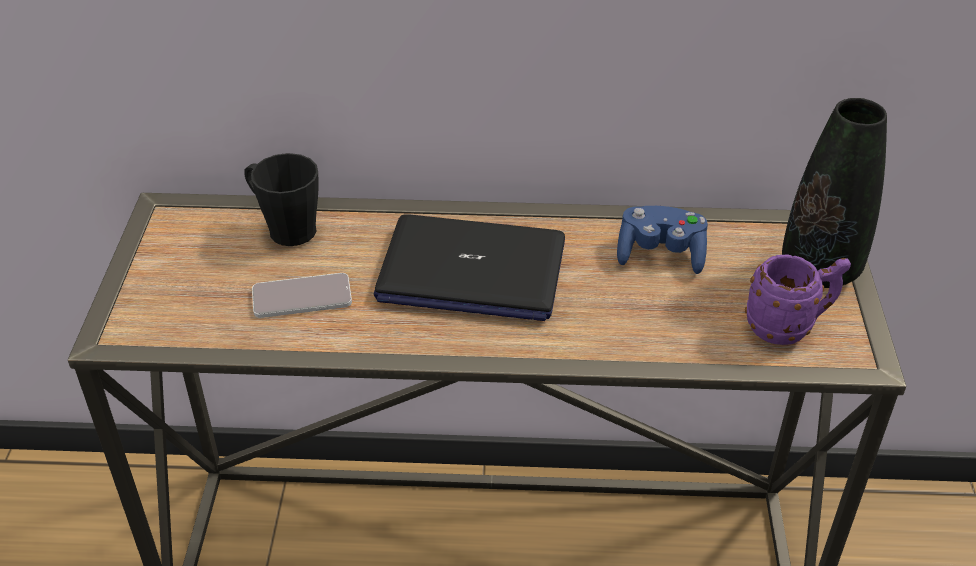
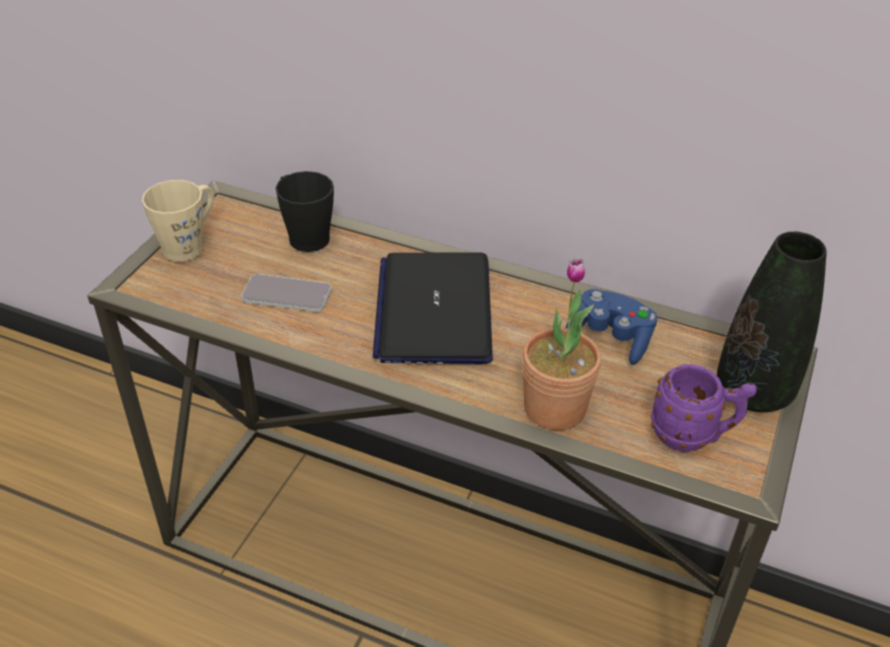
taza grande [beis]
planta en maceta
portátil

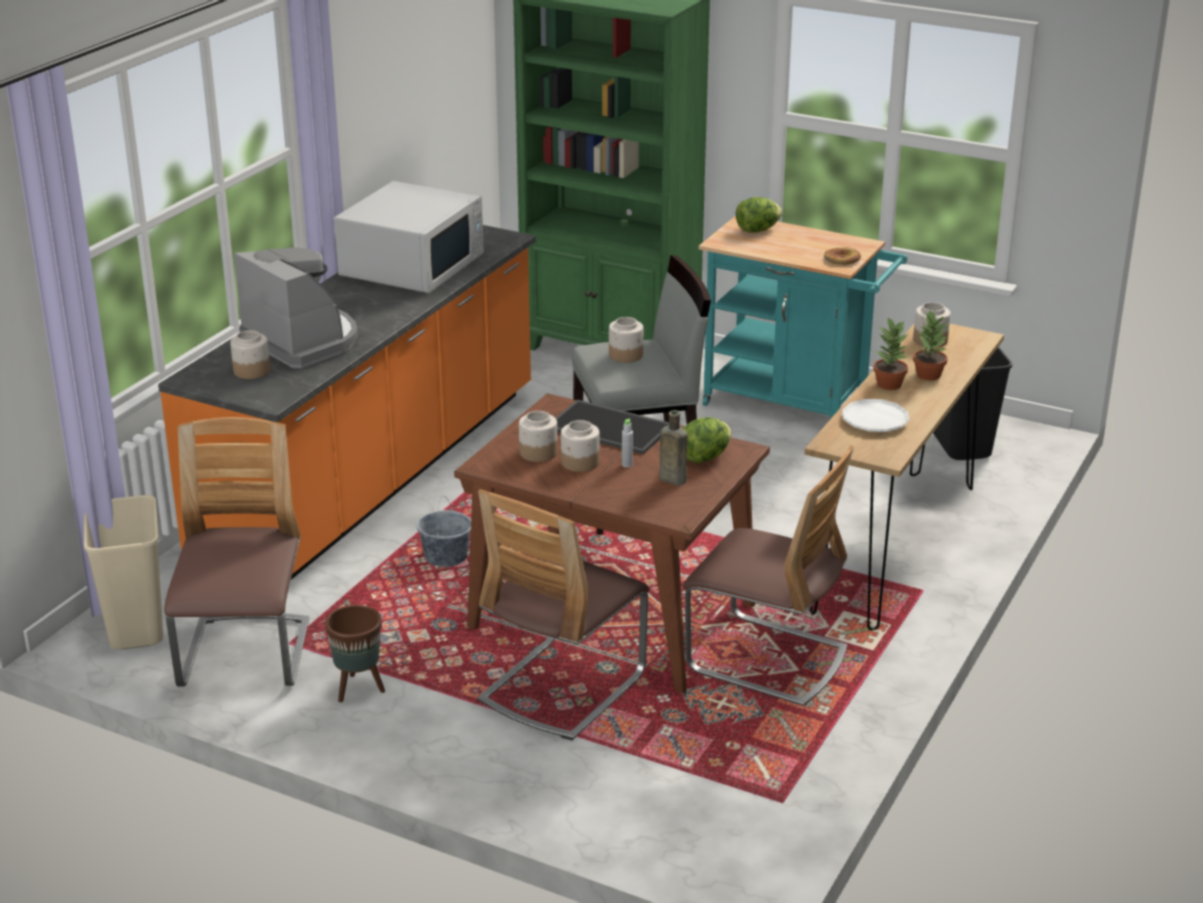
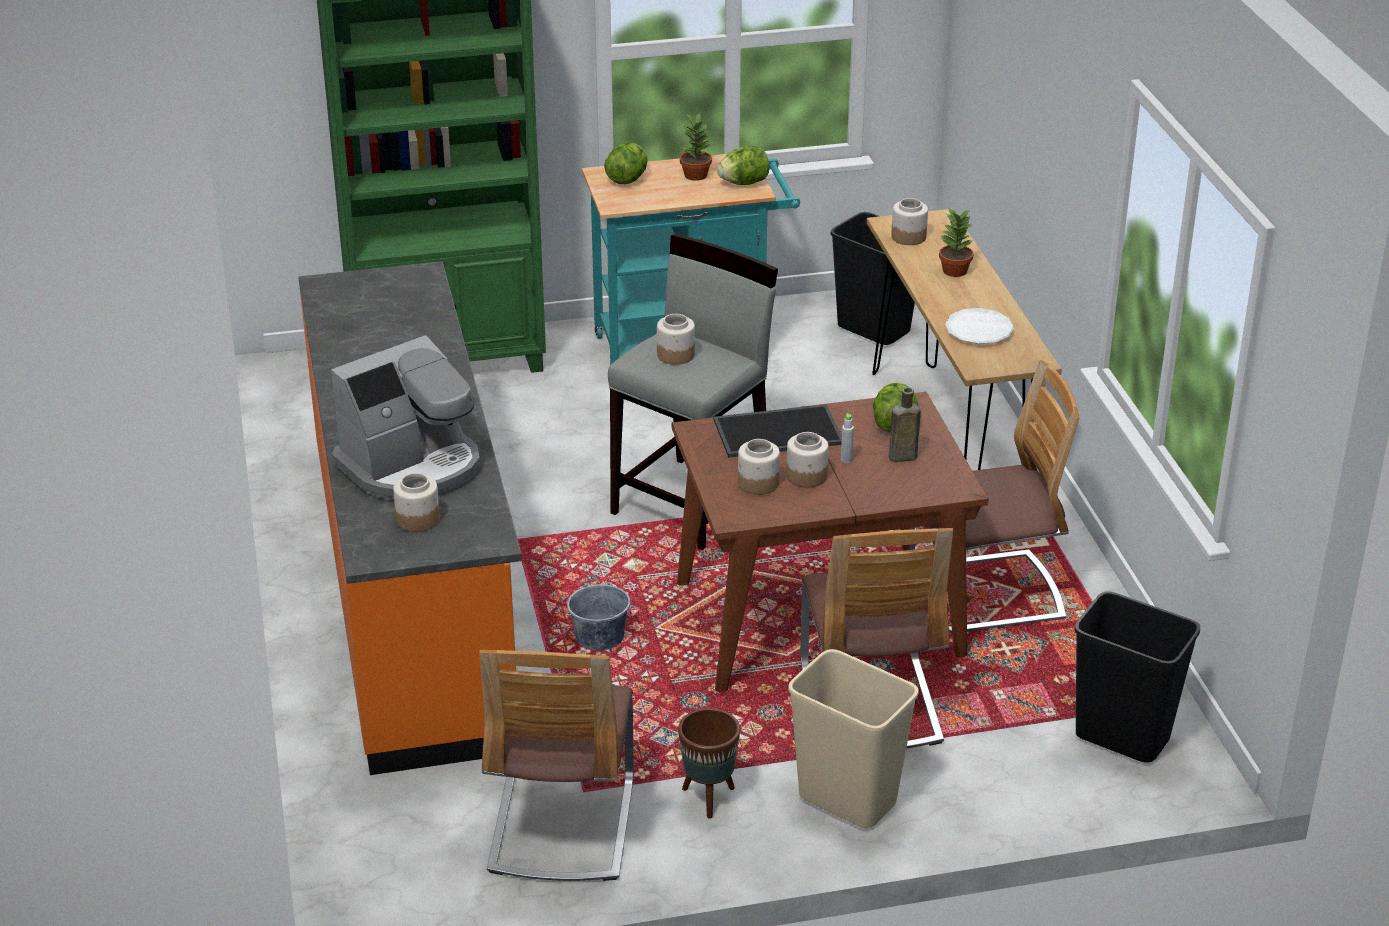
microondas [blanco]
papelera [negro] (no. 2 from left)
papelera [beis]
planta en maceta (no. 1 from left)
lechuga (no. 2 from left)
silla (no. 1 from left)
cafetera

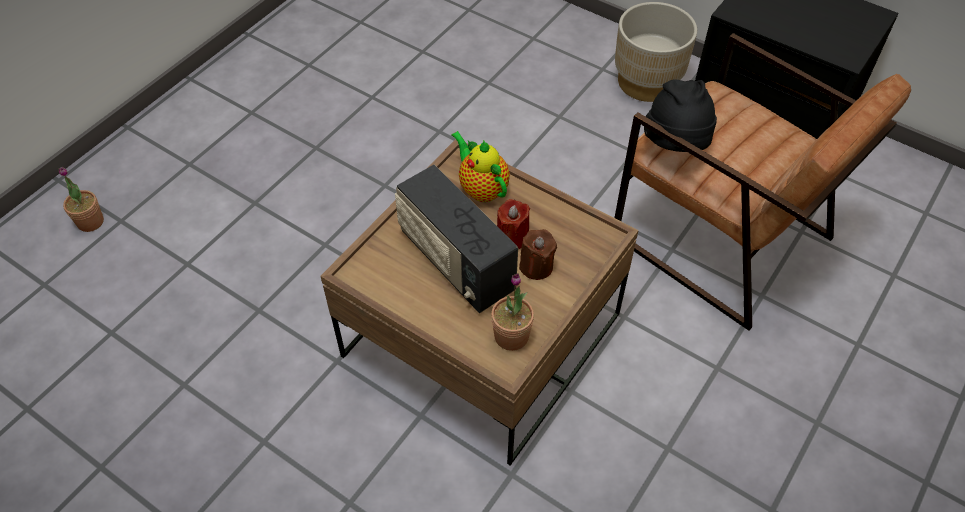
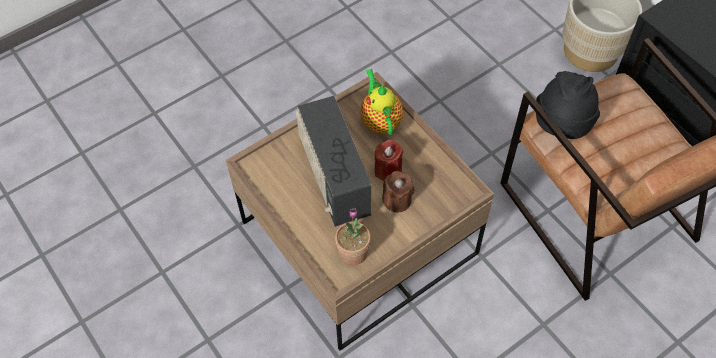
planta en maceta (no. 1 from left in the first image)

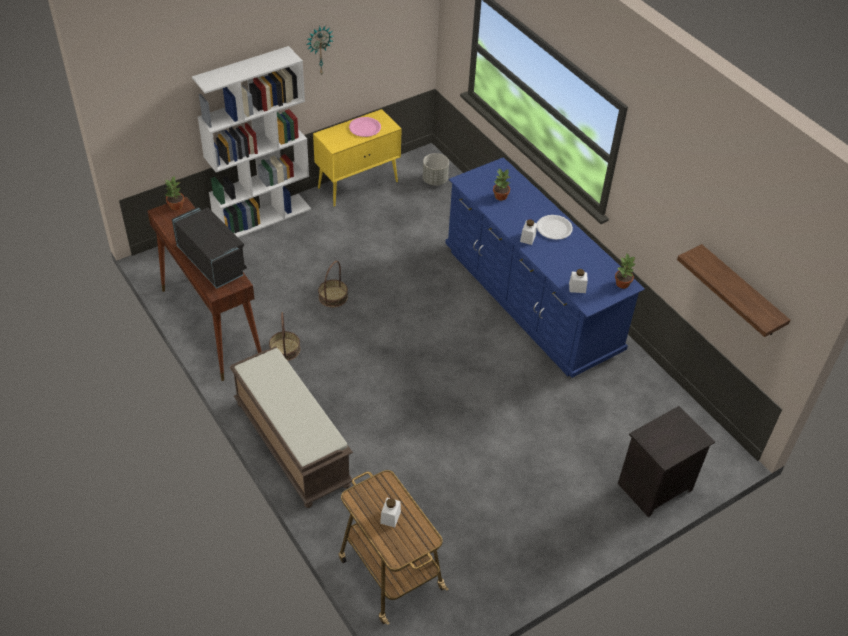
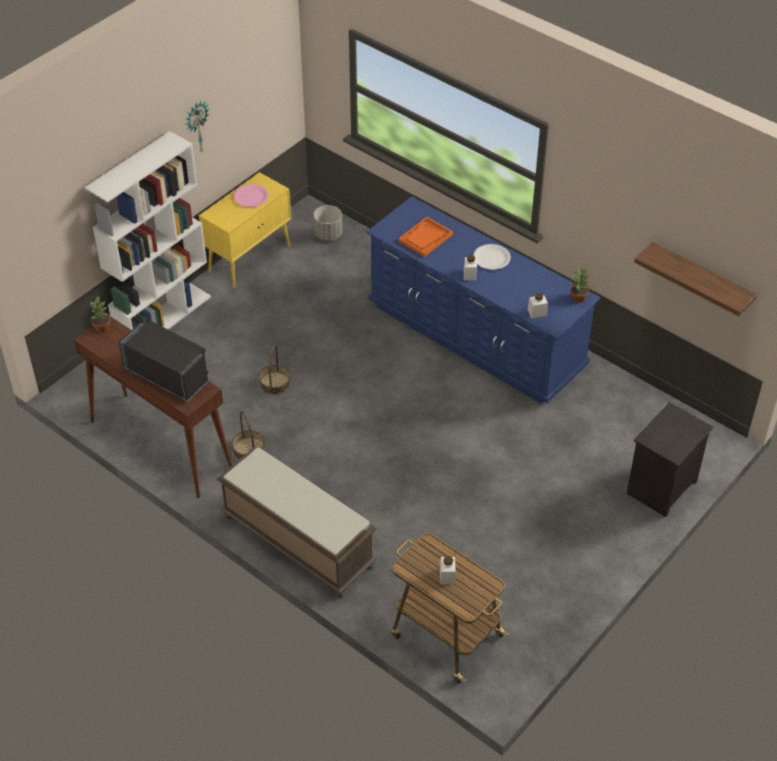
bandeja [naranja]

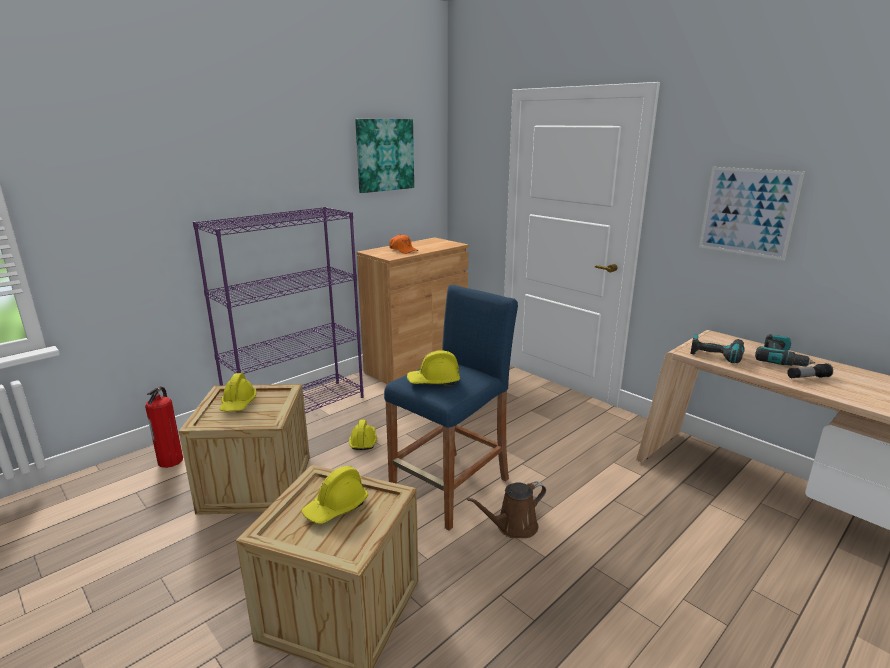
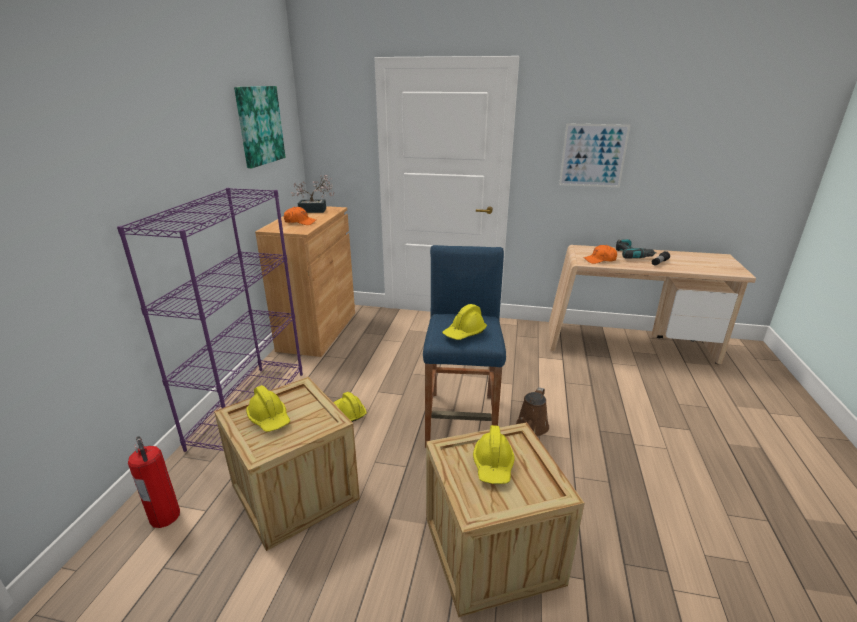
planta en maceta
gorra [naranja] (no. 2 from left)

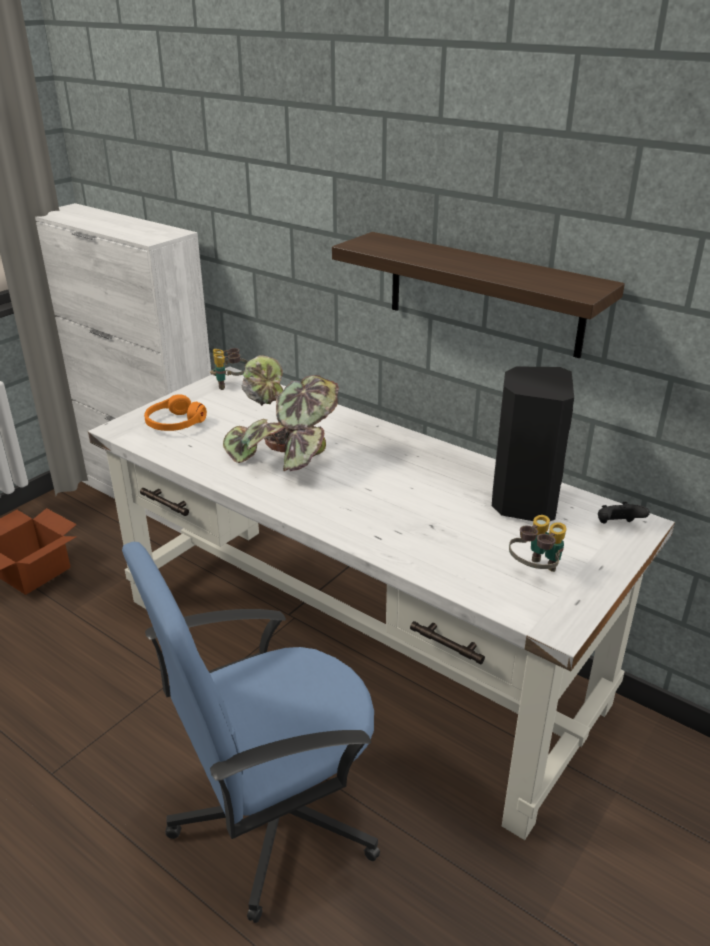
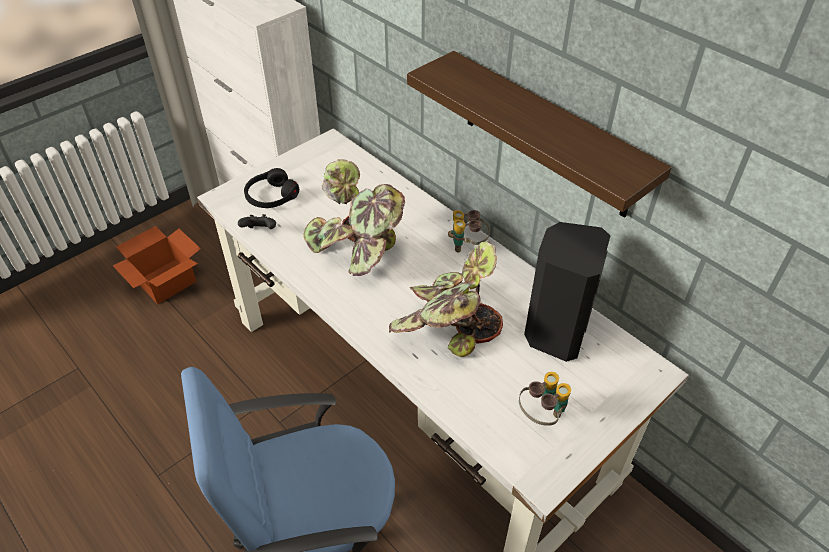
planta en maceta (no. 2 from left)
prismáticos (no. 1 from left)
mando de consola [negro]
auriculares [negro]

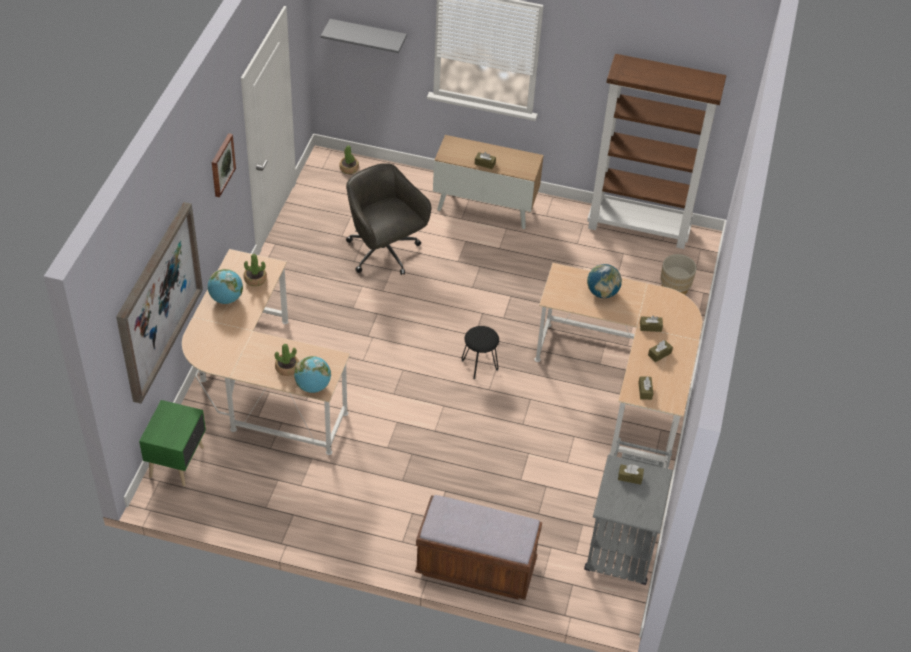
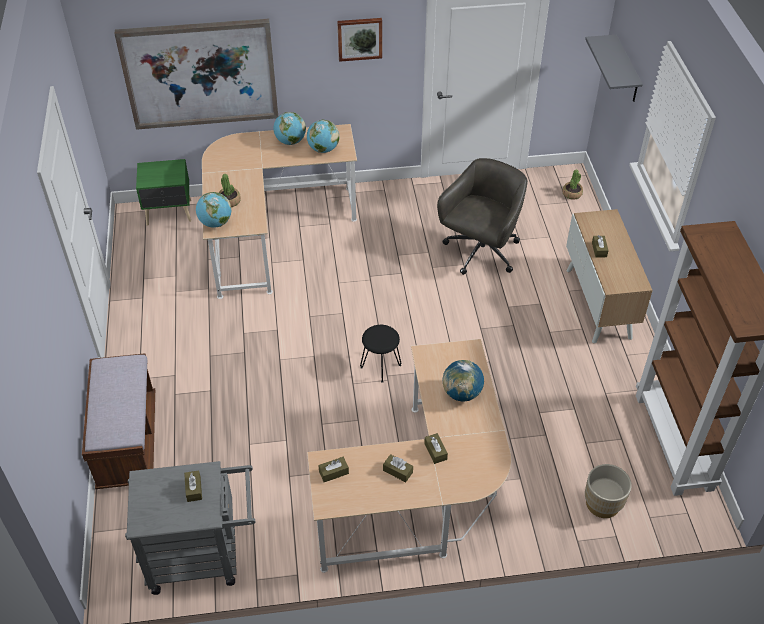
globo terráqueo (no. 3 from left)

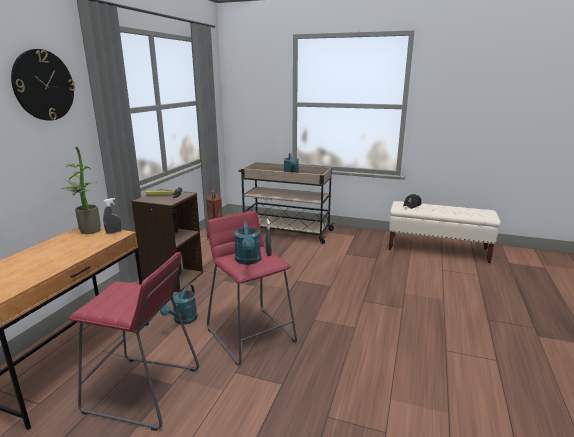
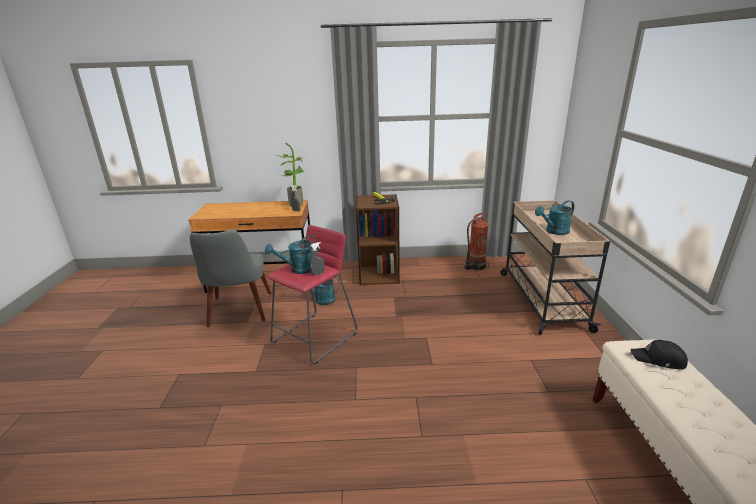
reloj de pared
silla [gris]

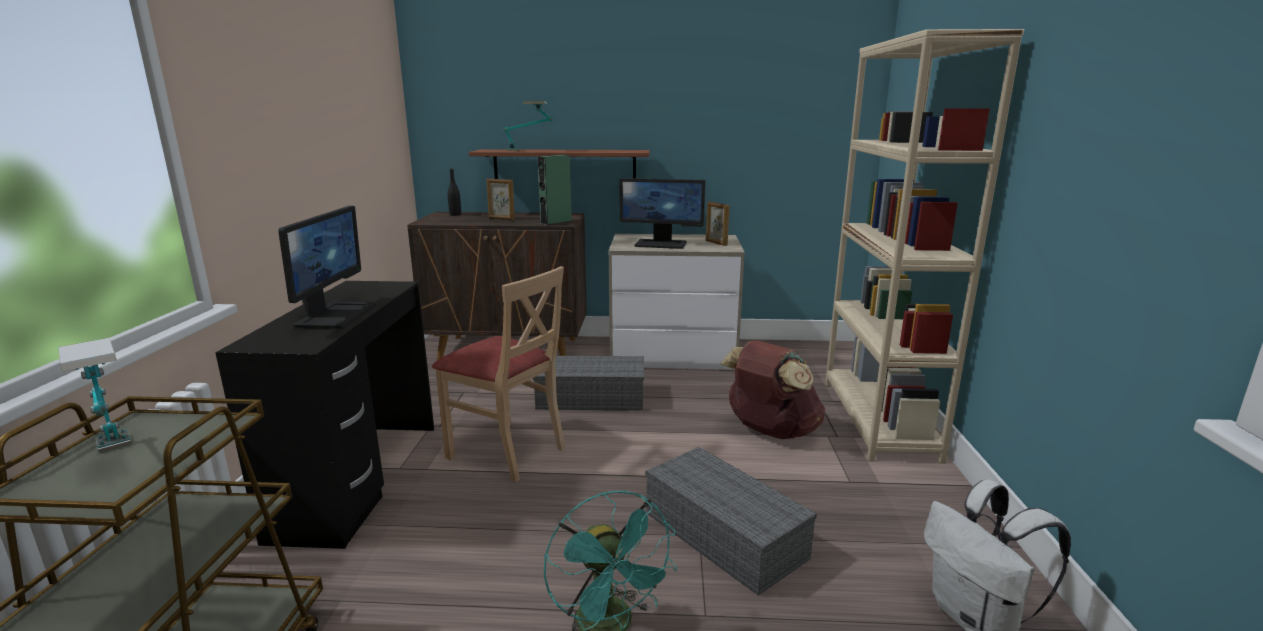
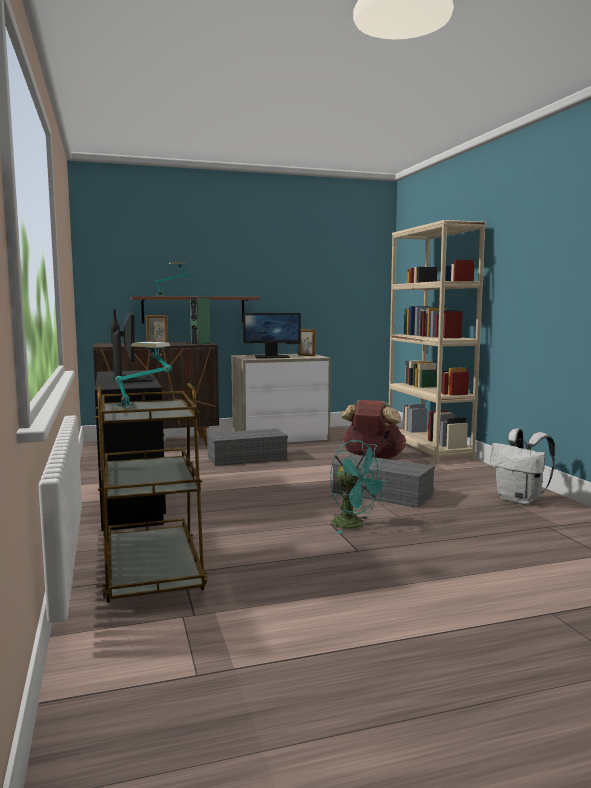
silla [beis]

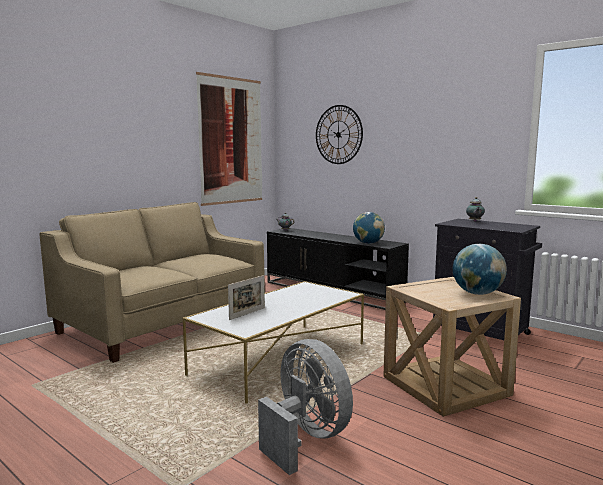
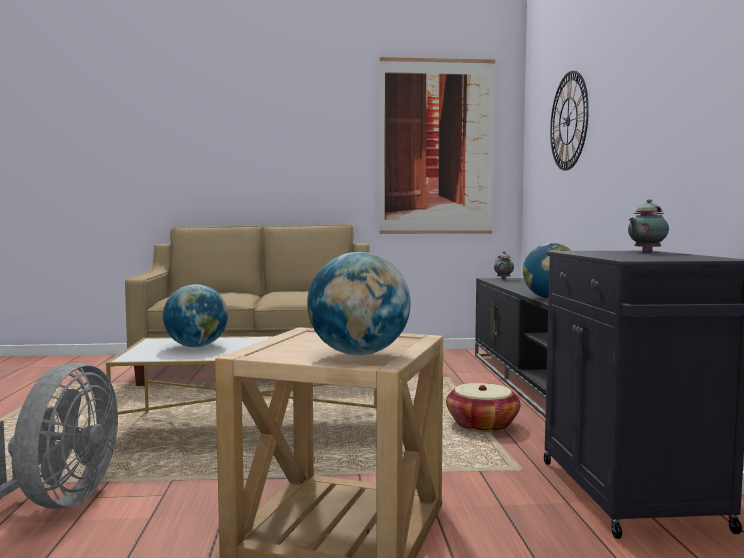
cesta
globo terráqueo (no. 1 from left)

